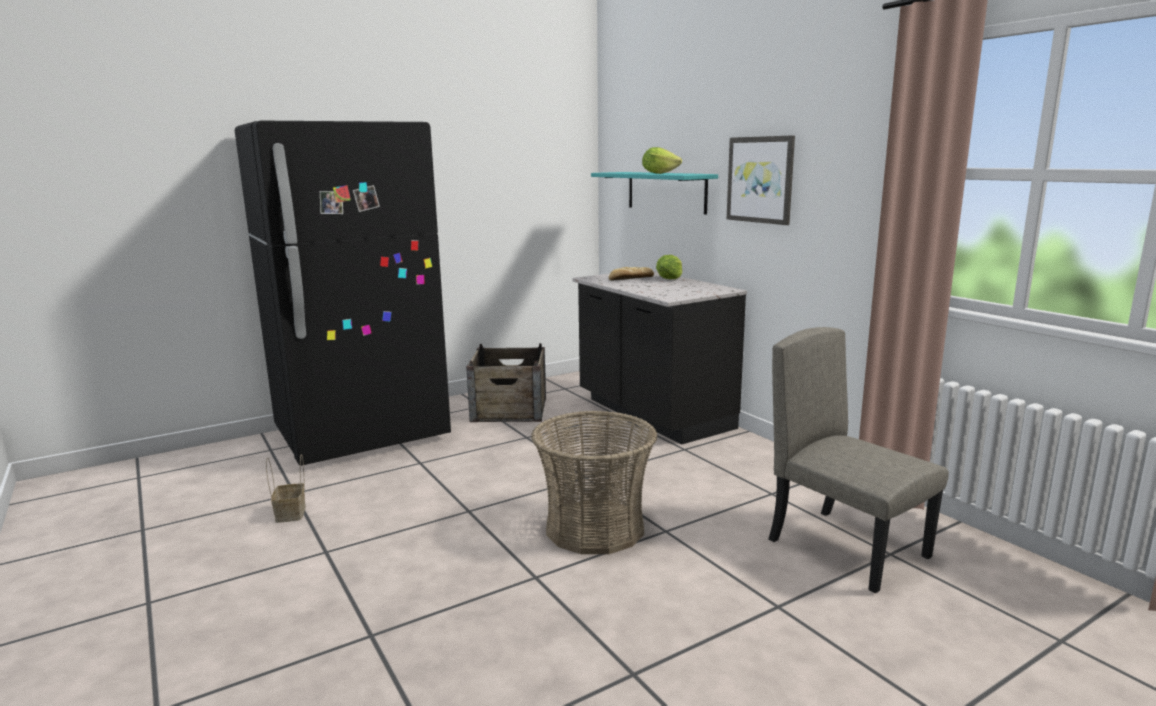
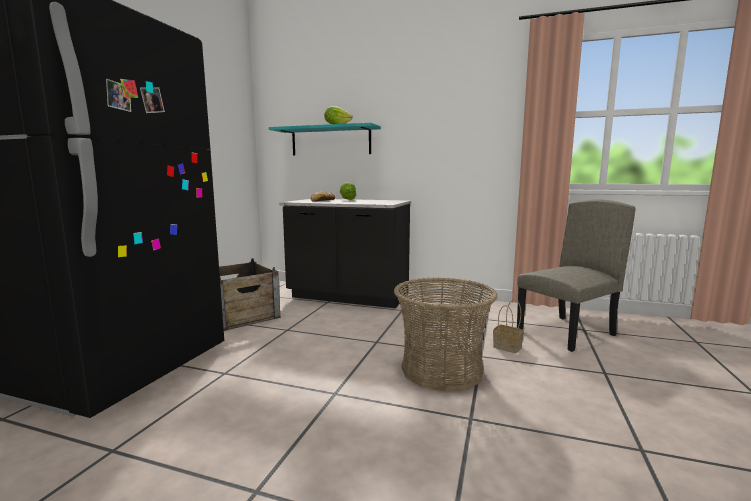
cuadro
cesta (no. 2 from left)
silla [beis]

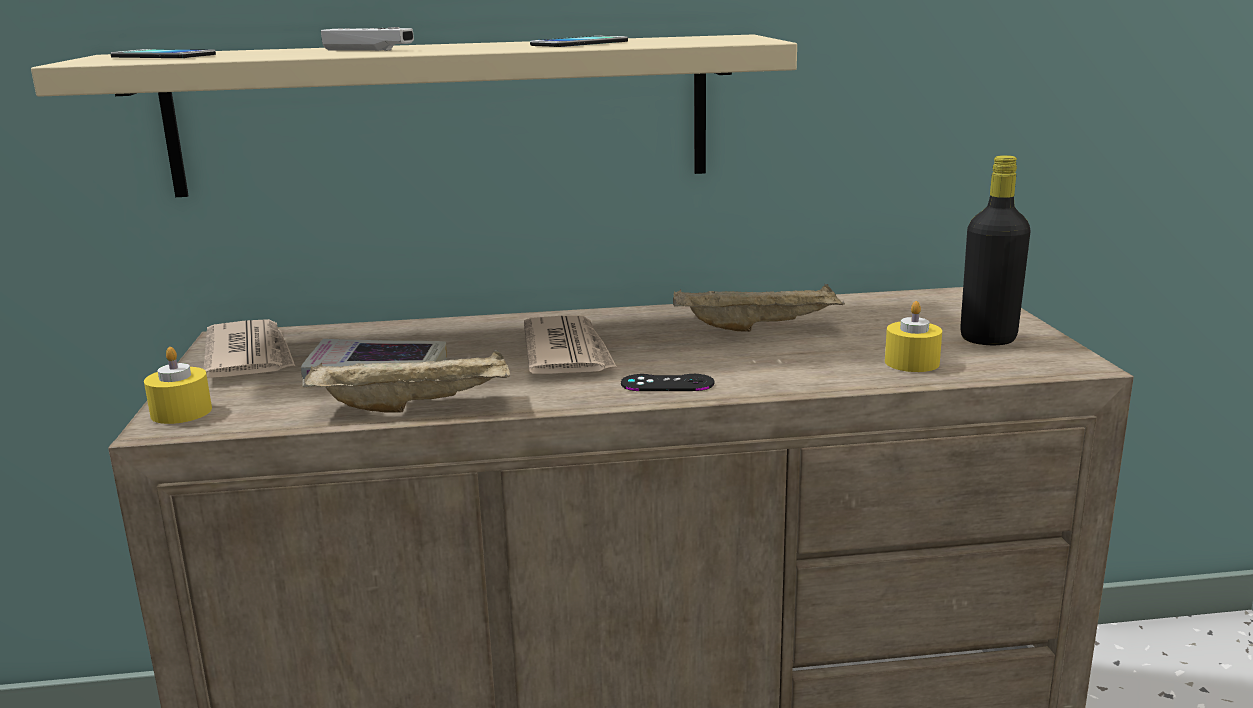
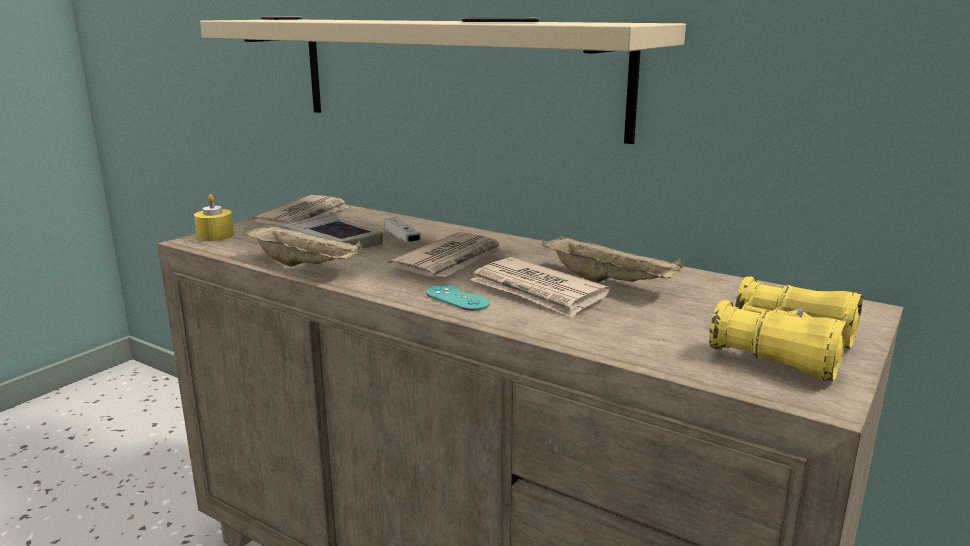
vela [amarillo] (no. 2 from left in the first image)
periódico (no. 3 from left)
mando de consola [blanco]
prismáticos [amarillo]
mando de consola [turquesa]

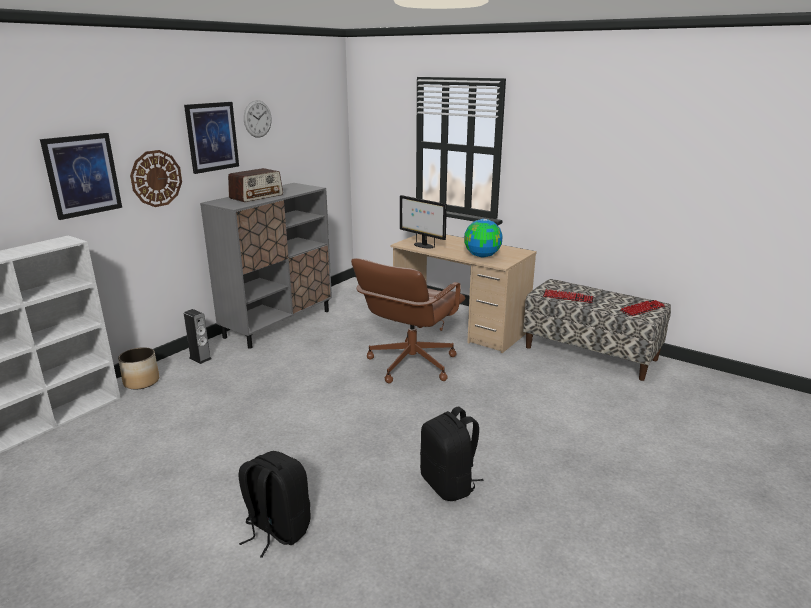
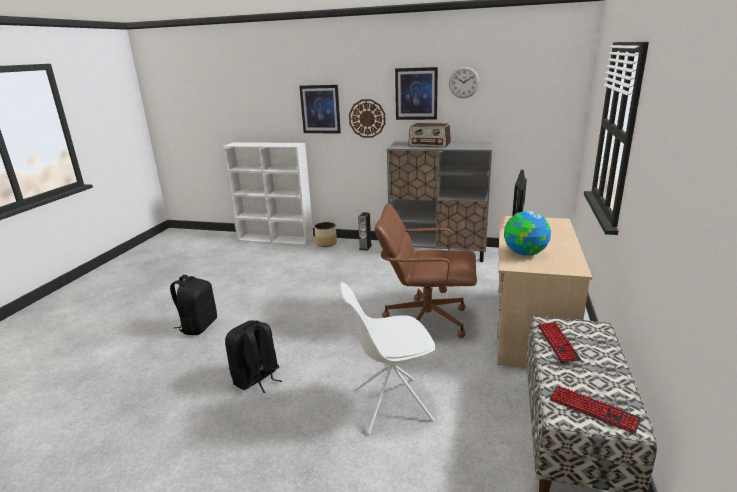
silla [blanco]

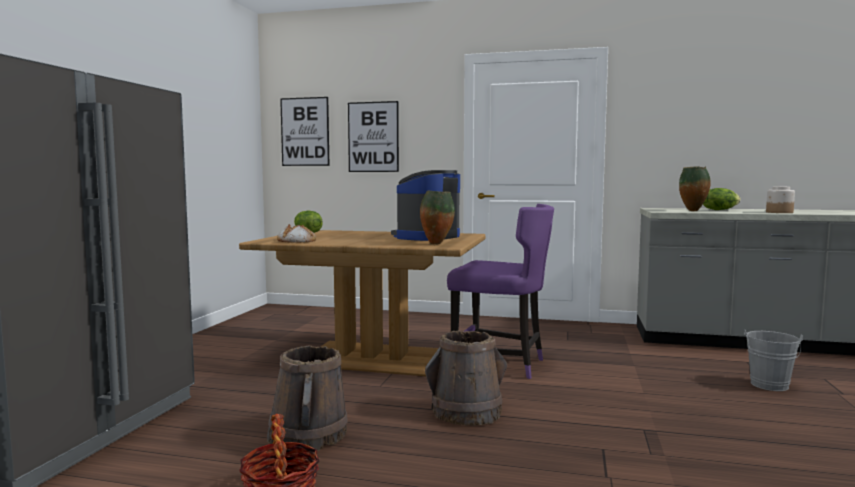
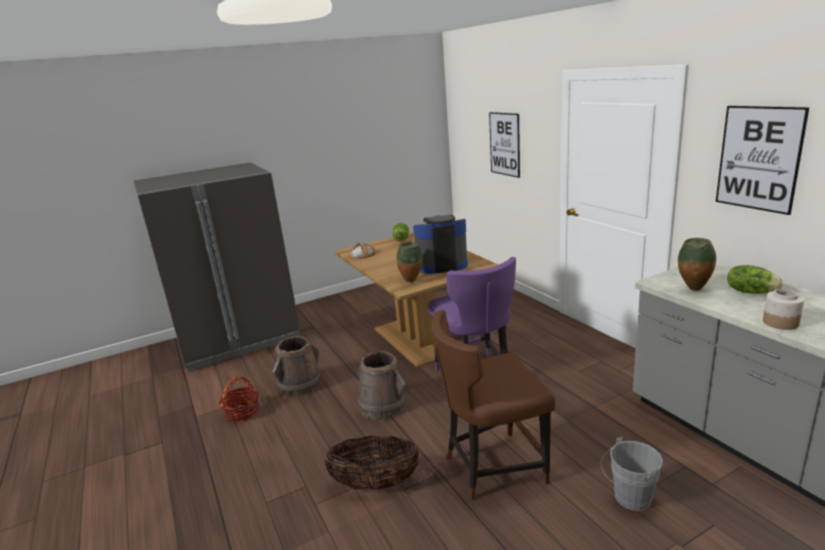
cesta (no. 2 from left)
silla [marrón]
cuadro (no. 2 from left)

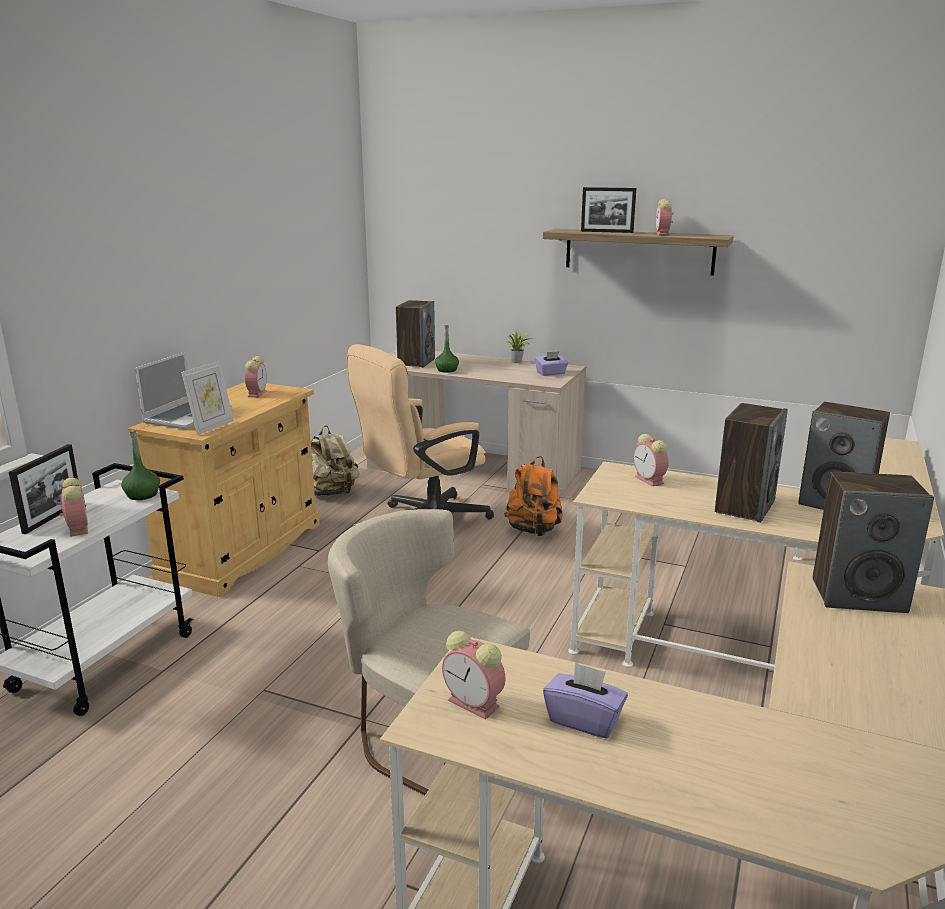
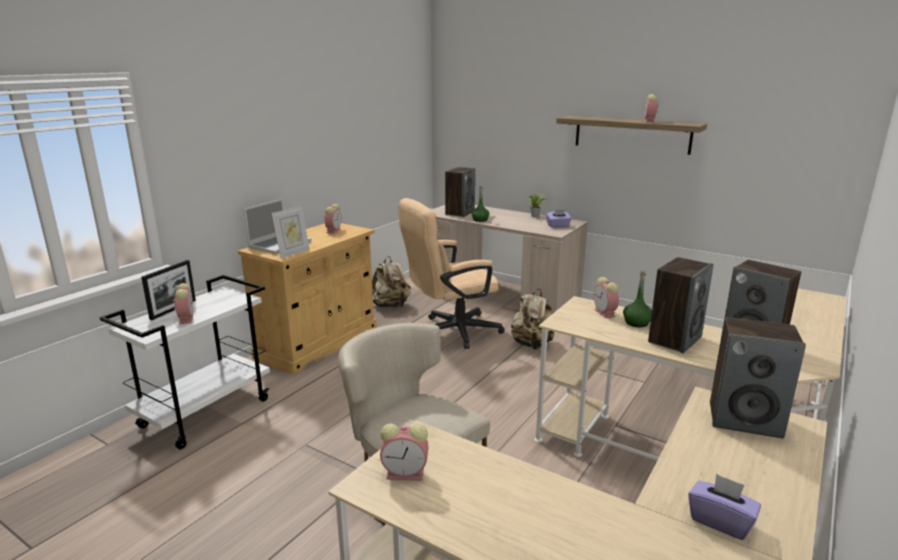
portarretratos (no. 3 from left in the first image)
botella [verde] (no. 2 from left)
caja de pañuelos [morado] (no. 2 from left)
mochila [beis] (no. 2 from left)
despertador (no. 3 from left)

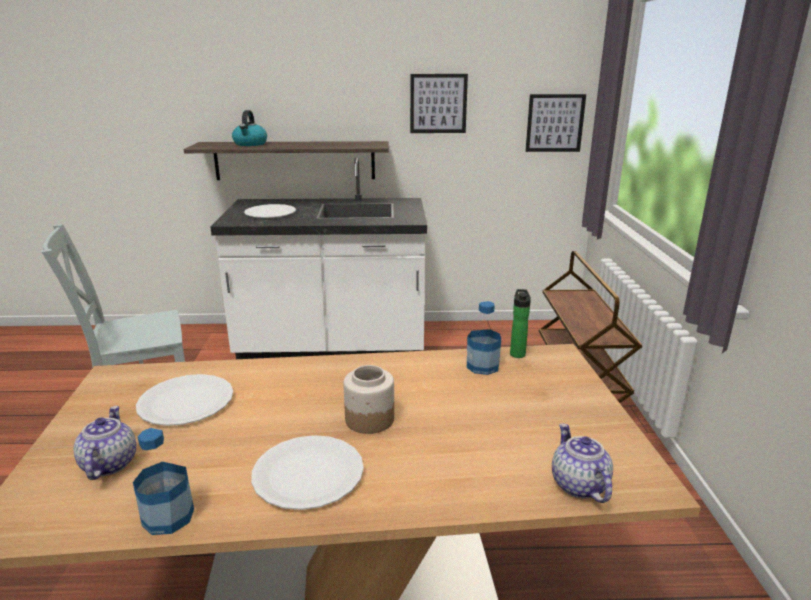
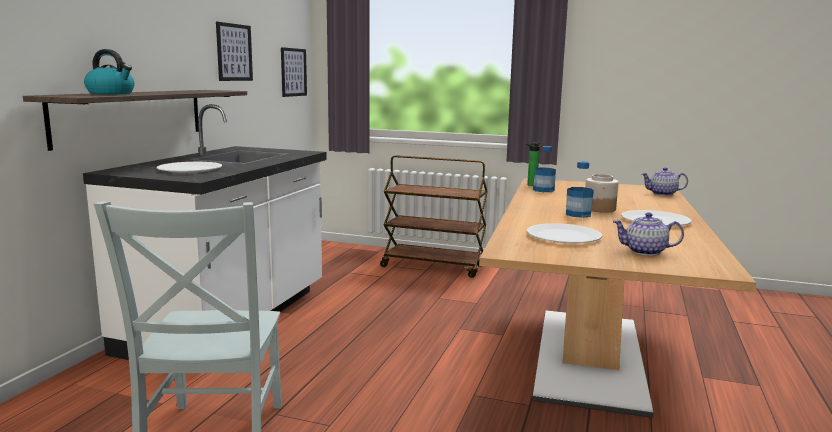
botella (no. 3 from left)

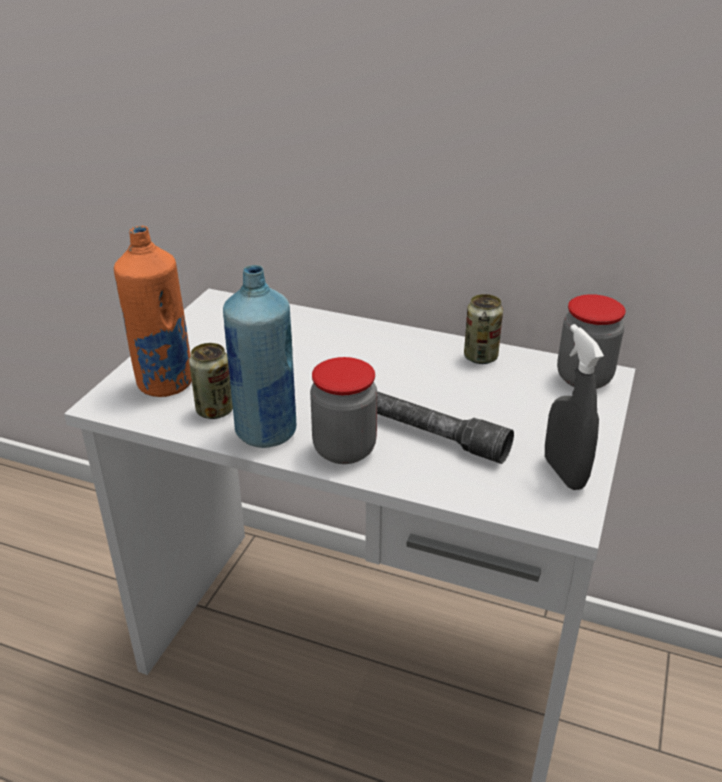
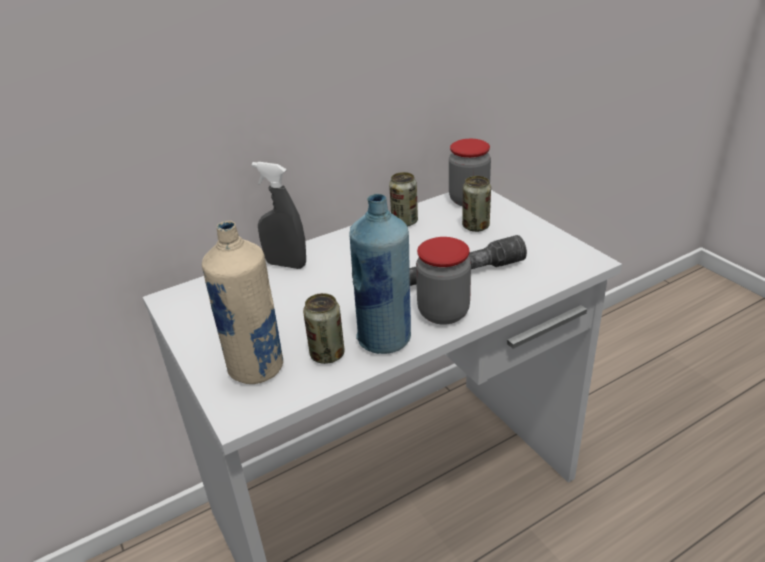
lata (no. 3 from left)
pulverizador [gris]
botella [beis]

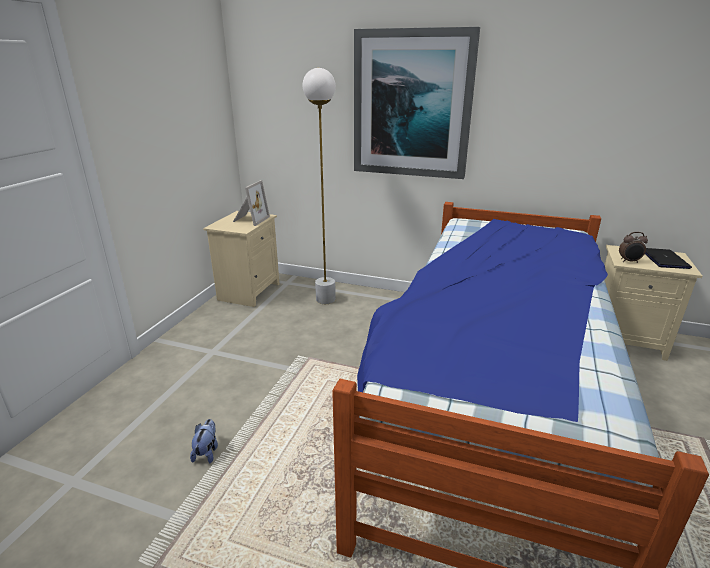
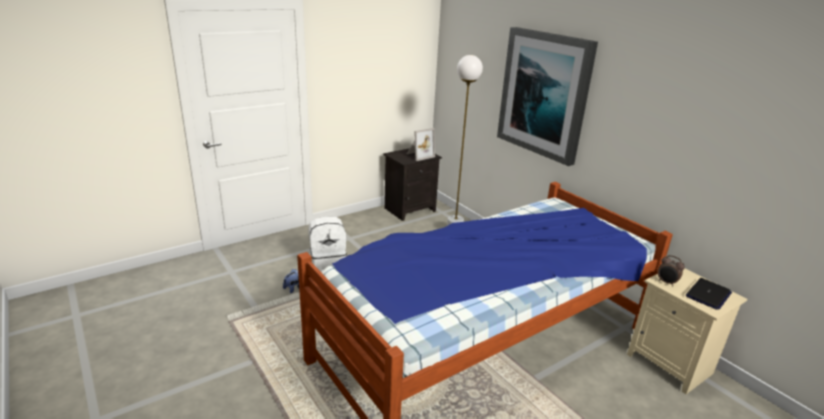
mochila [blanco]
mesita de noche [negro]

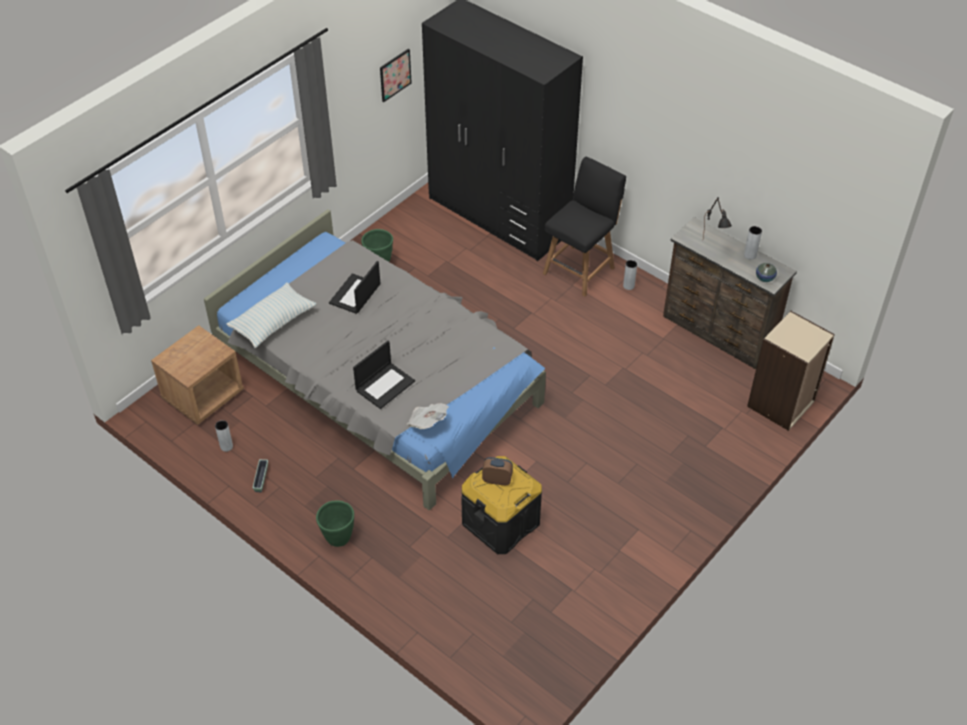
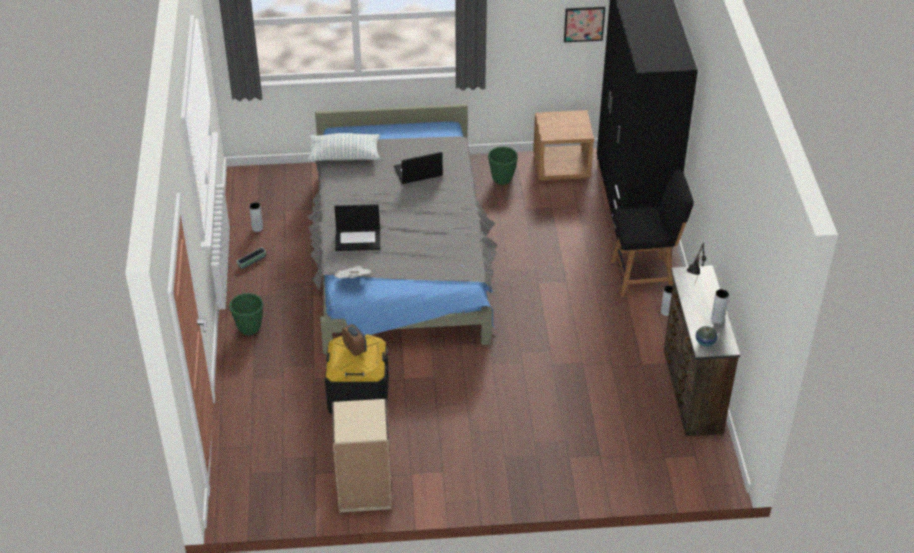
mesita de noche [marrón]
estantería [beis]

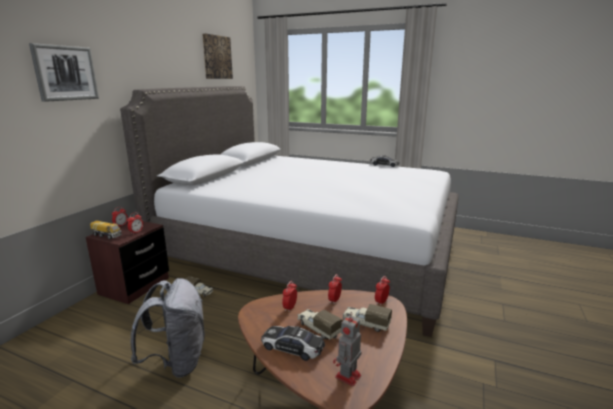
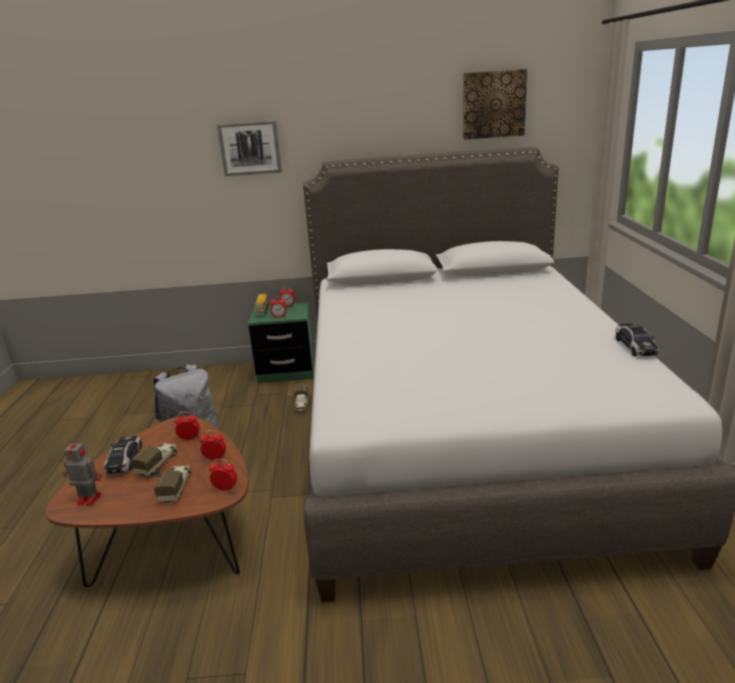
mesita de noche [verde]

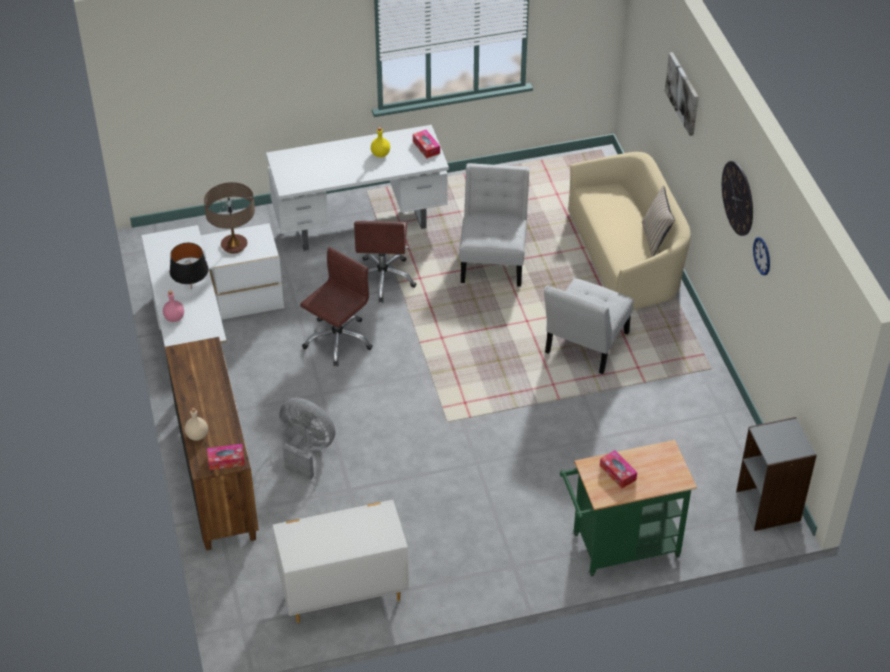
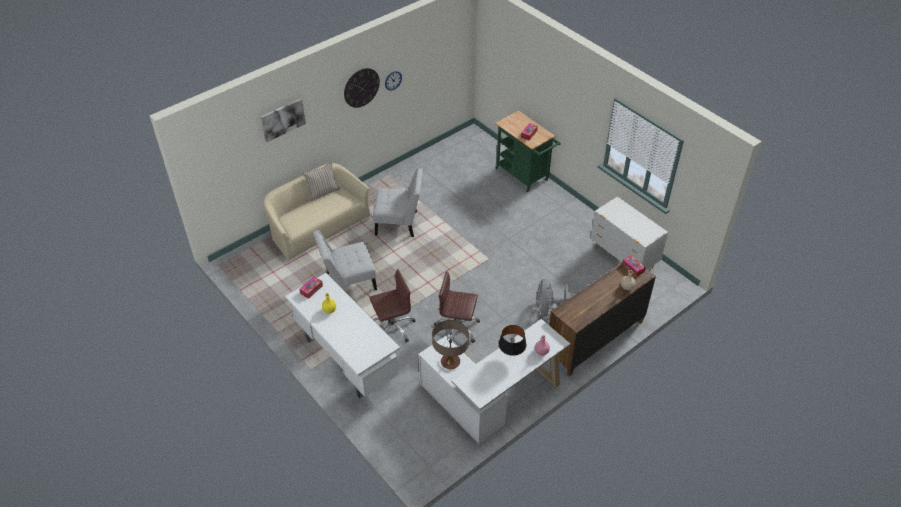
estantería [gris]

